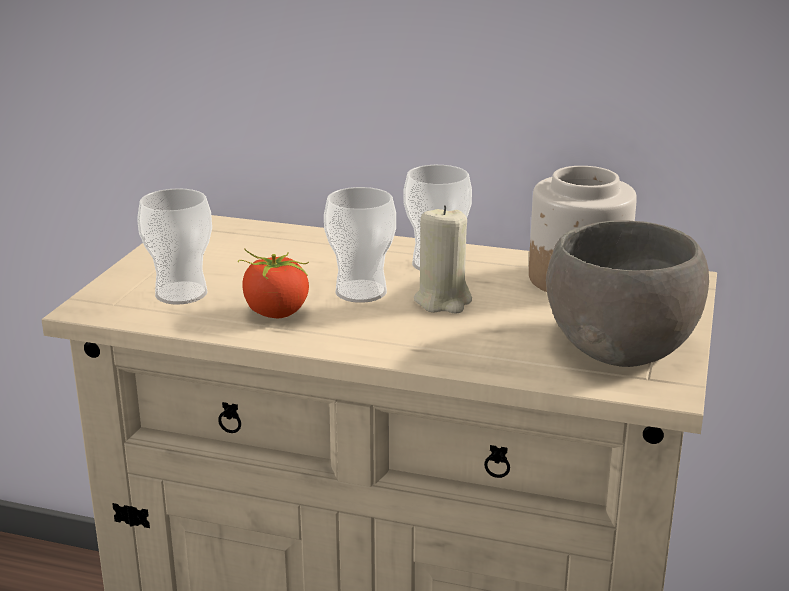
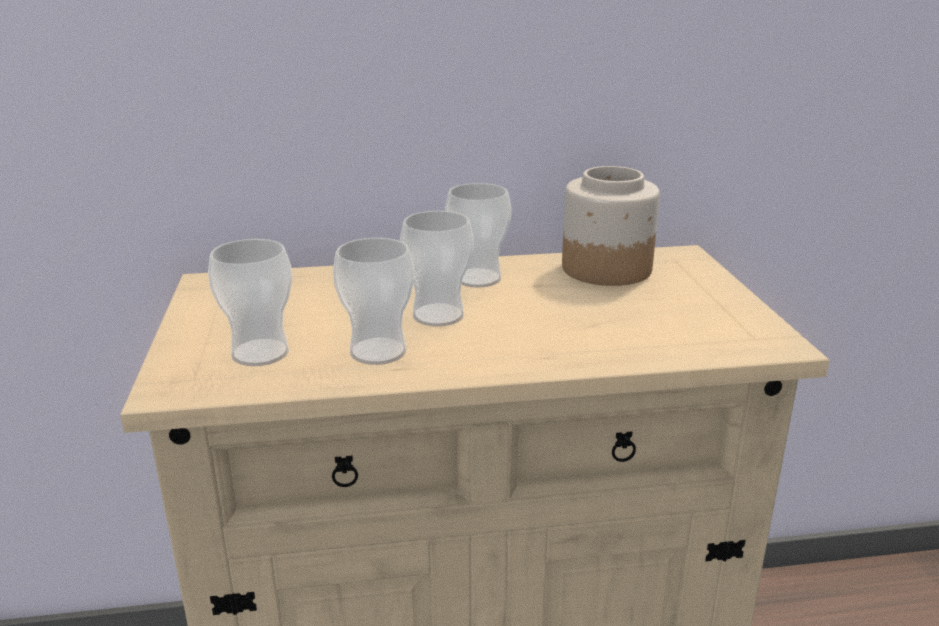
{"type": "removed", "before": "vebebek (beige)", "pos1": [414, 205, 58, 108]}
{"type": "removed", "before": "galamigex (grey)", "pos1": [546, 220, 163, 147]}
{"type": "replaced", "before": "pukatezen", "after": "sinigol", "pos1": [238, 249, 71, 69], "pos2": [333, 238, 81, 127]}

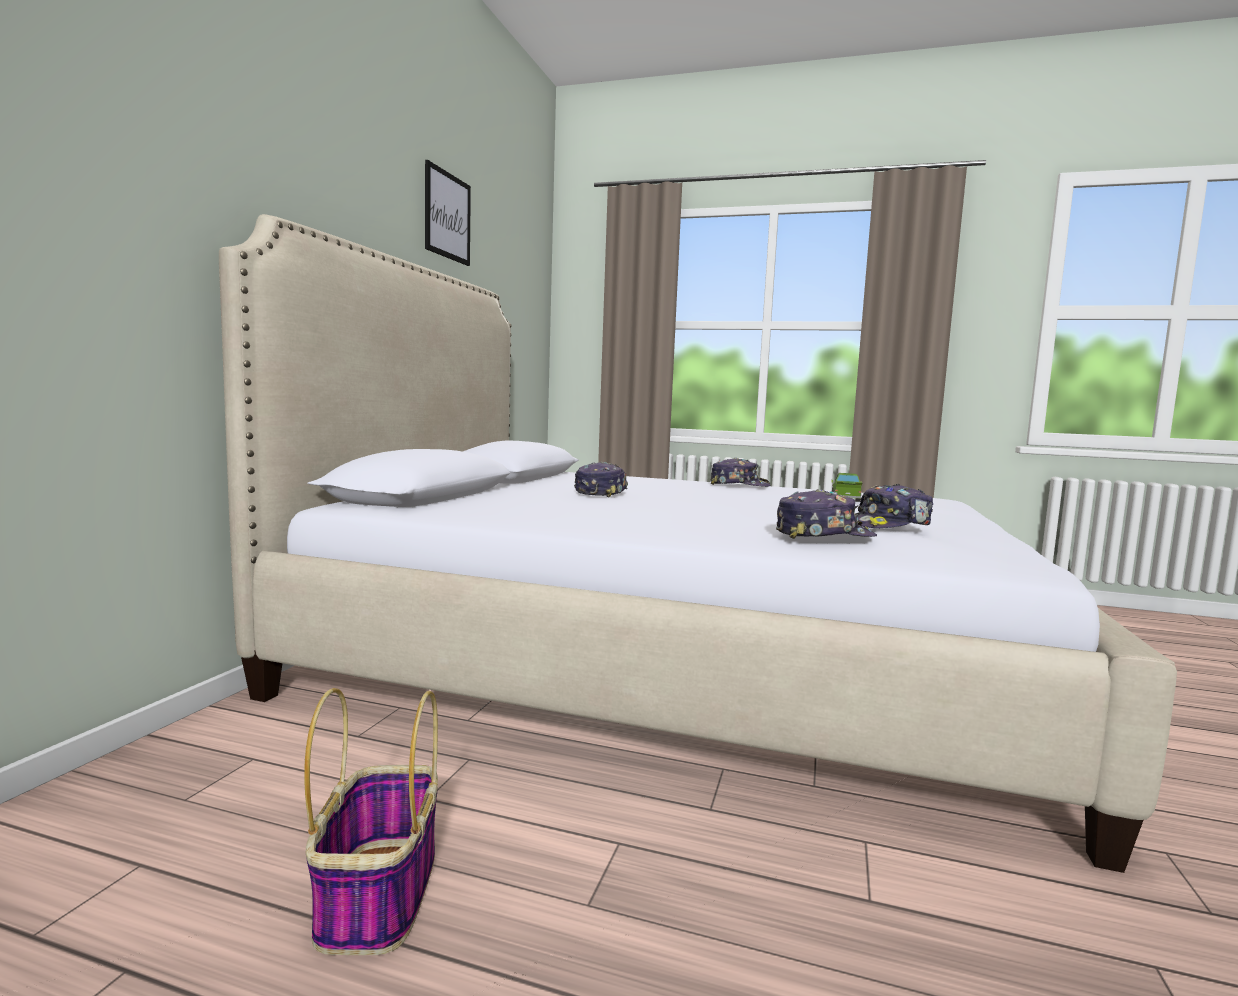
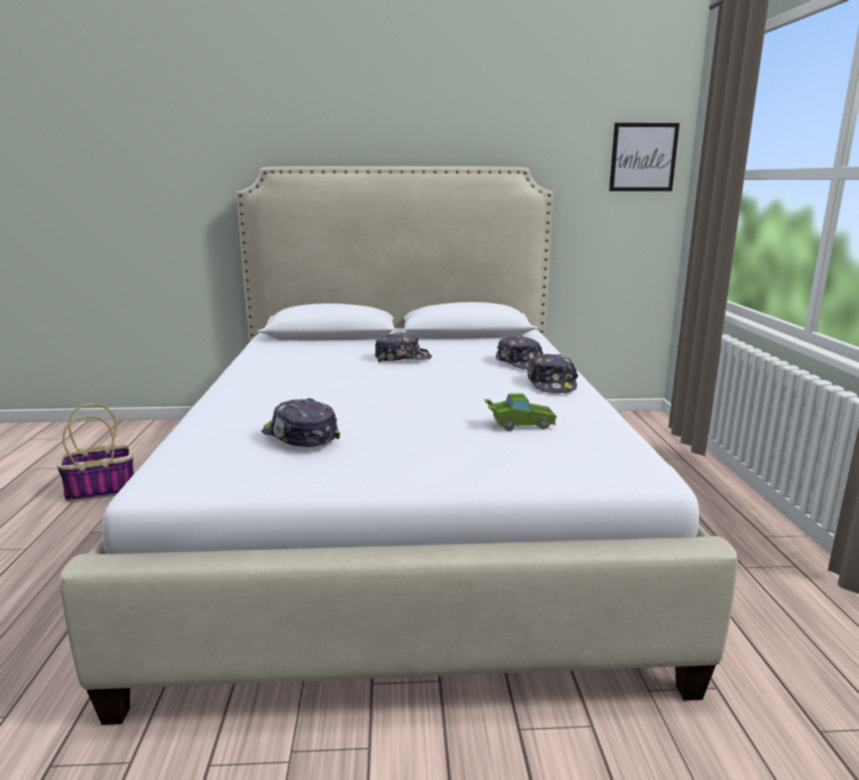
{"type": "moved", "before": "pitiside", "pos1": [425, 160, 46, 106], "pos2": [609, 123, 71, 68]}
{"type": "moved", "before": "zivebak", "pos1": [776, 489, 101, 50], "pos2": [496, 336, 47, 34]}

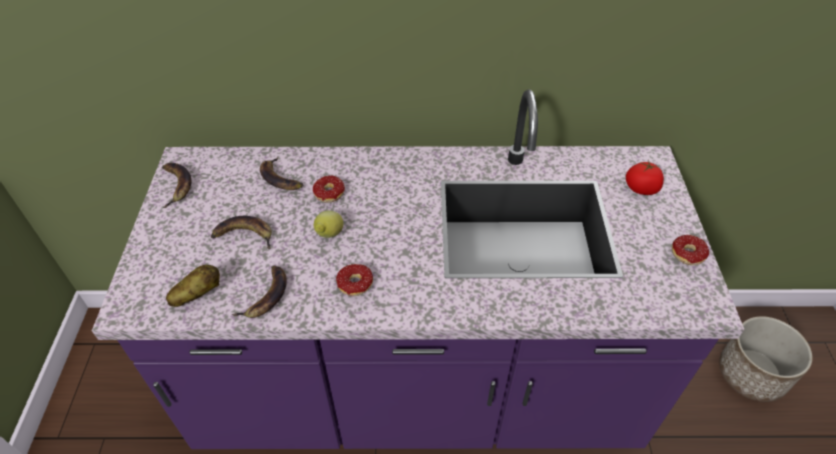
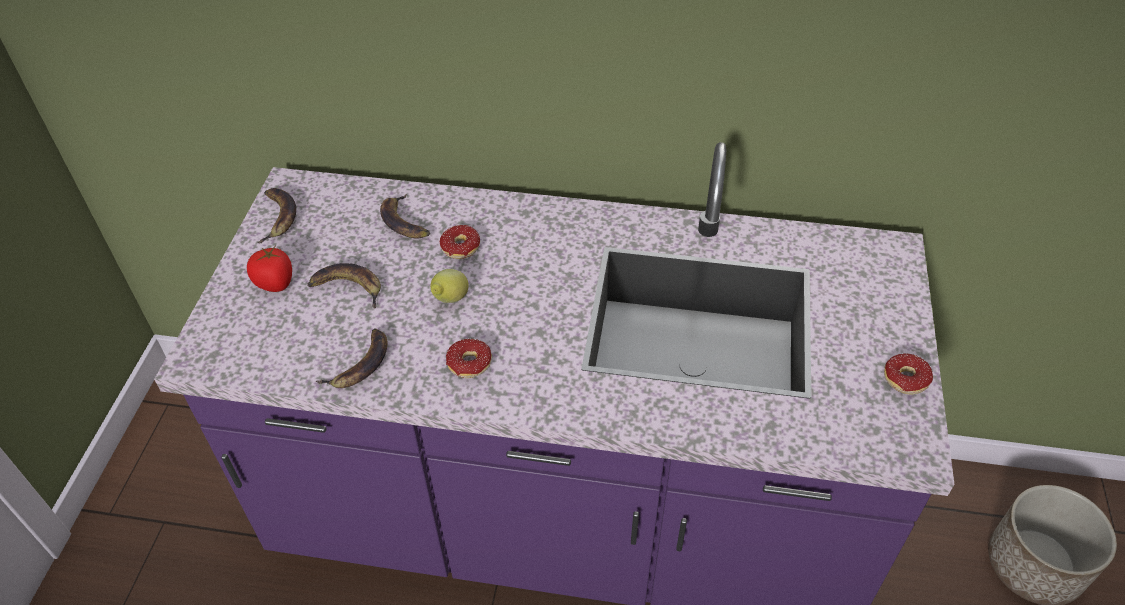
{"type": "moved", "before": "pukatezen", "pos1": [625, 159, 39, 36], "pos2": [247, 247, 45, 45]}
{"type": "removed", "before": "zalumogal", "pos1": [166, 265, 54, 42]}

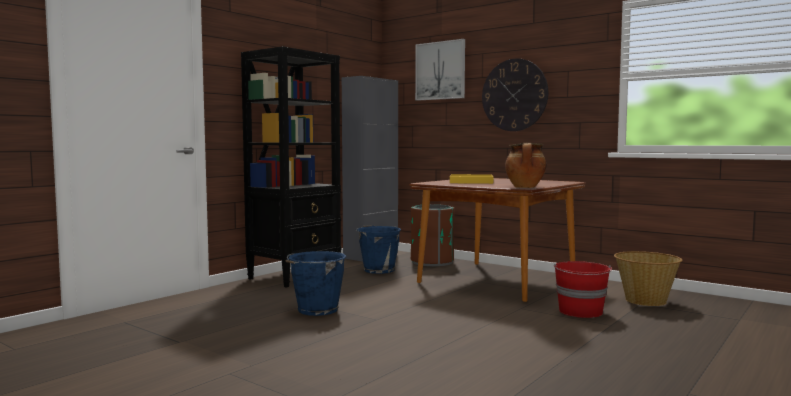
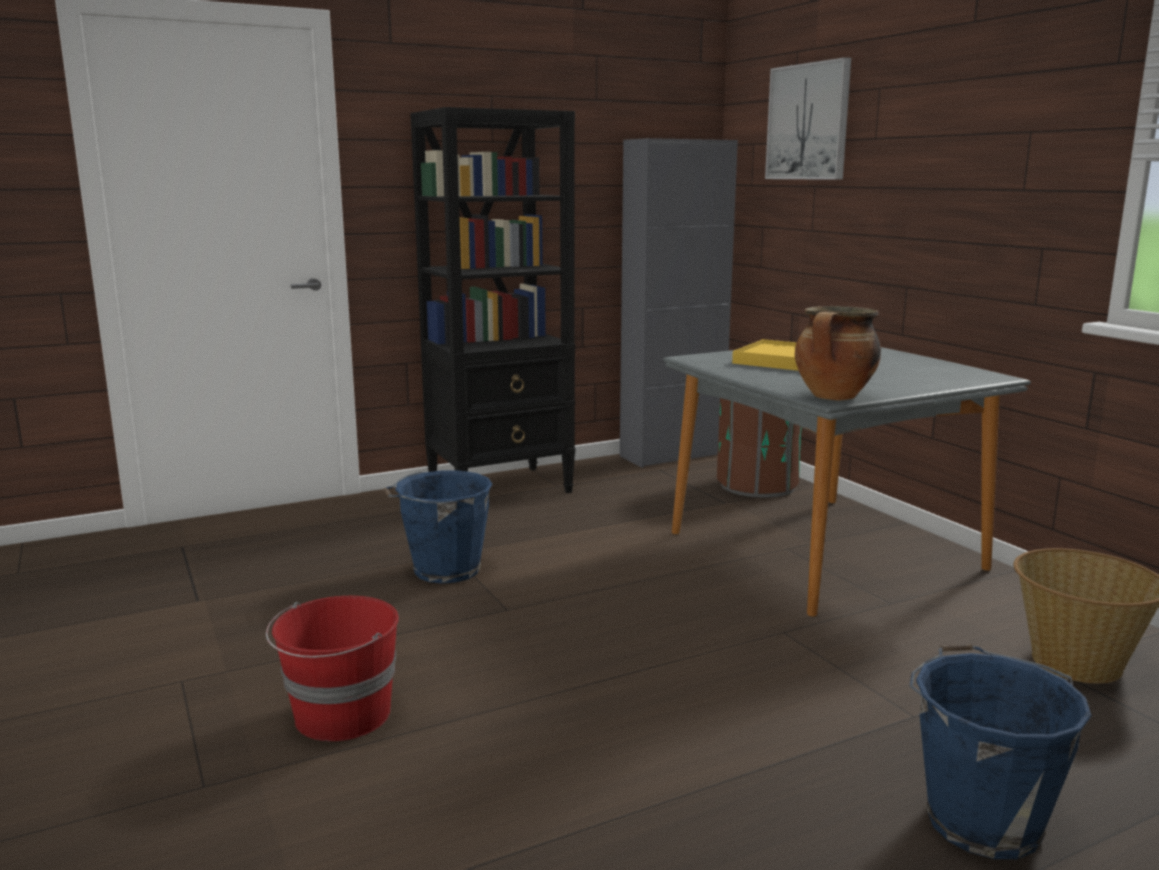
{"type": "removed", "before": "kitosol", "pos1": [482, 59, 66, 72]}
{"type": "recoloured", "before": "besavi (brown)", "after": "besavi (grey)", "pos1": [409, 178, 177, 124], "pos2": [663, 347, 368, 270]}
{"type": "moved", "before": "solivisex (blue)", "pos1": [356, 225, 45, 49], "pos2": [909, 644, 183, 215]}
{"type": "moved", "before": "solivisex (red)", "pos1": [554, 261, 58, 57], "pos2": [266, 596, 133, 145]}

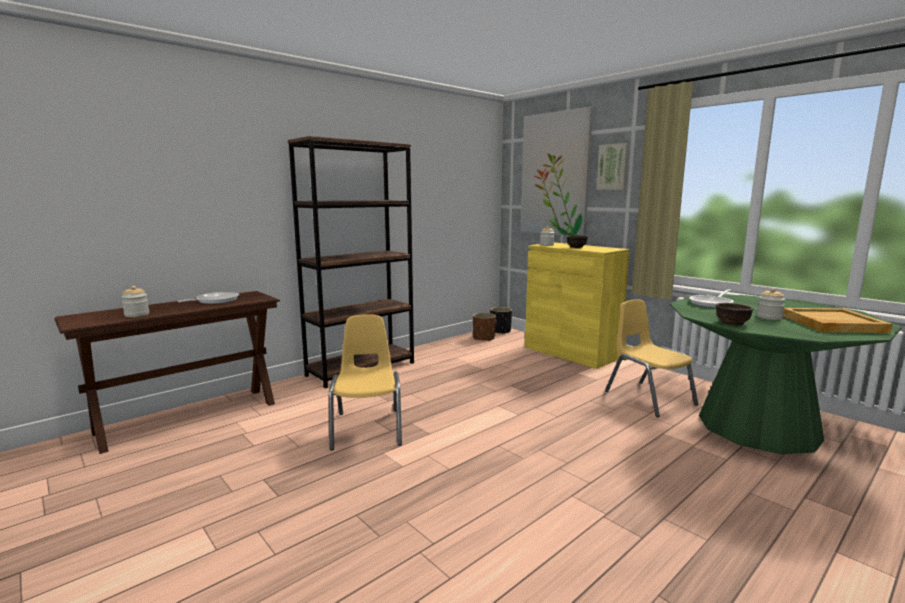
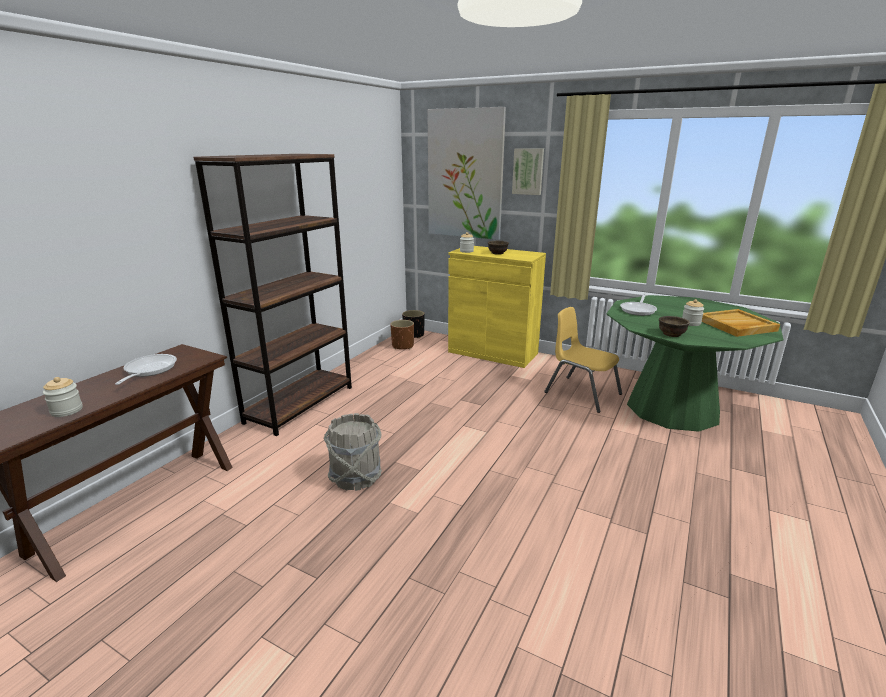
{"type": "replaced", "before": "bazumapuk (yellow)", "after": "solivisex (grey)", "pos1": [329, 314, 73, 136], "pos2": [323, 413, 59, 78]}

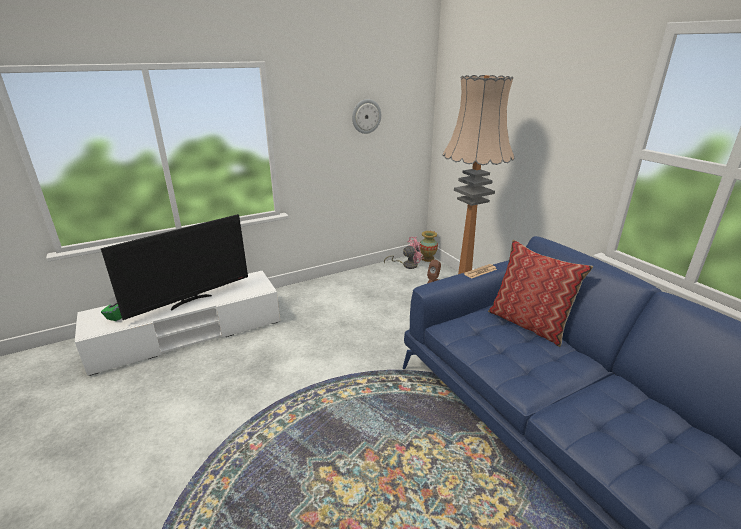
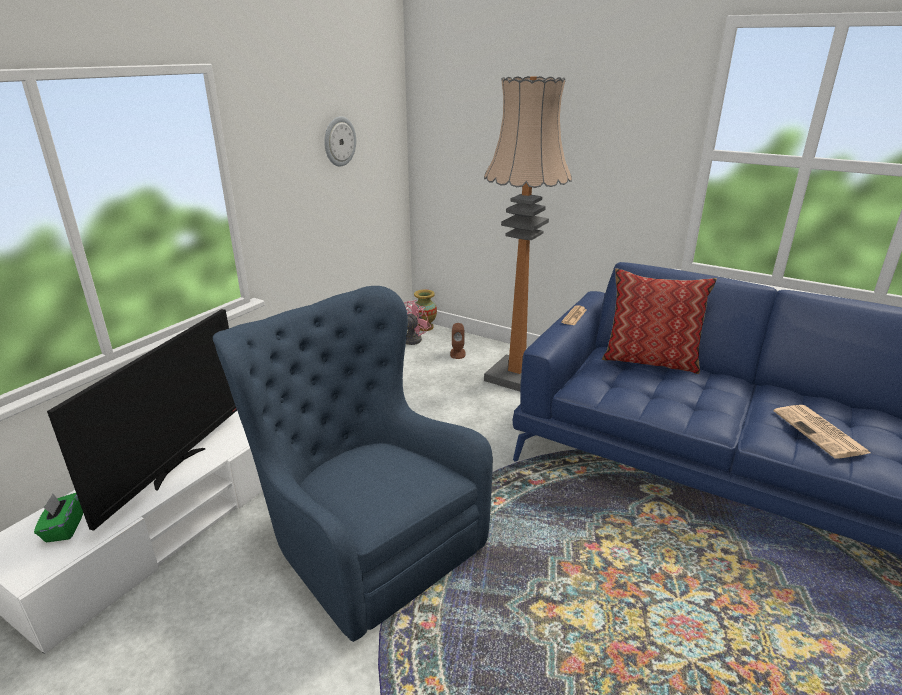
{"type": "added", "after": "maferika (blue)", "pos2": [213, 286, 280, 356]}
{"type": "added", "after": "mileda", "pos2": [773, 405, 97, 54]}

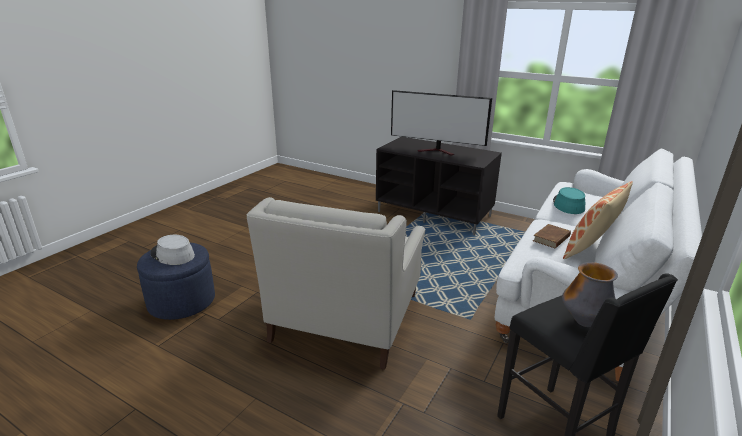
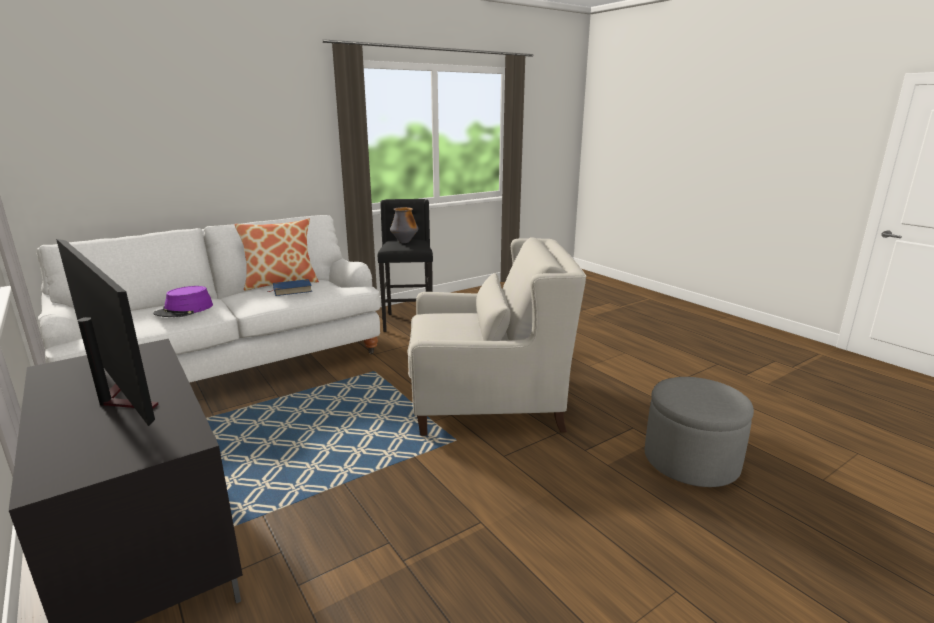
{"type": "recoloured", "before": "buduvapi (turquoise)", "after": "buduvapi (purple)", "pos1": [553, 187, 32, 27], "pos2": [153, 286, 60, 31]}
{"type": "turned", "before": "maferika (white)", "pos1": [247, 197, 179, 173], "pos2": [407, 238, 179, 198], "turn": 45}
{"type": "recoloured", "before": "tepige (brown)", "after": "tepige (blue)", "pos1": [533, 224, 38, 24], "pos2": [268, 279, 44, 17]}
{"type": "removed", "before": "buduvapi (grey)", "pos1": [150, 235, 45, 30]}
{"type": "recoloured", "before": "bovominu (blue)", "after": "bovominu (grey)", "pos1": [137, 243, 78, 77], "pos2": [645, 377, 109, 110]}

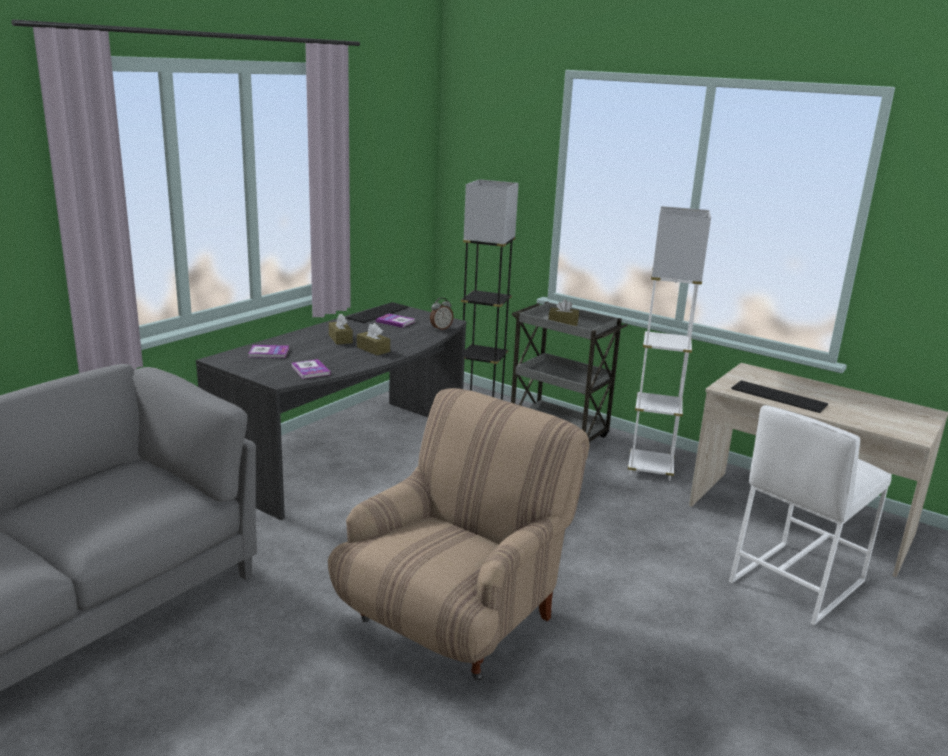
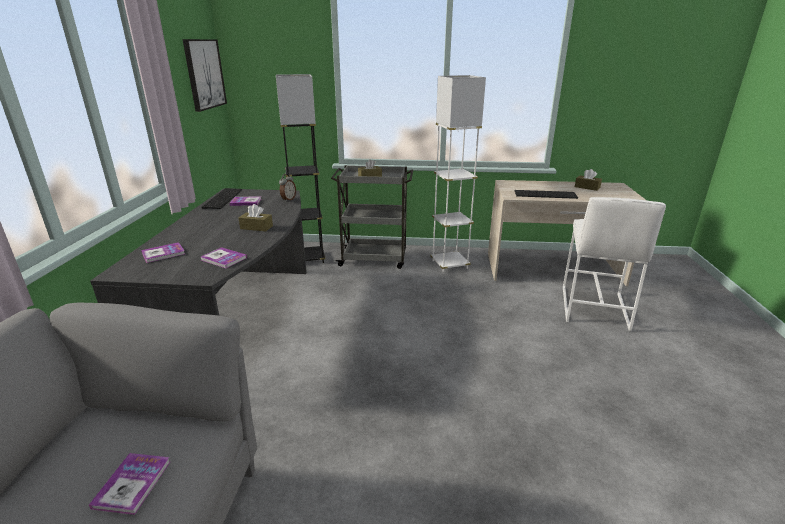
{"type": "moved", "before": "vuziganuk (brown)", "pos1": [329, 313, 24, 32], "pos2": [575, 169, 27, 22]}
{"type": "removed", "before": "maferika (beige)", "pos1": [328, 388, 262, 293]}
{"type": "added", "after": "pitiside", "pos2": [183, 39, 44, 73]}
{"type": "added", "after": "tepige", "pos2": [89, 453, 82, 62]}

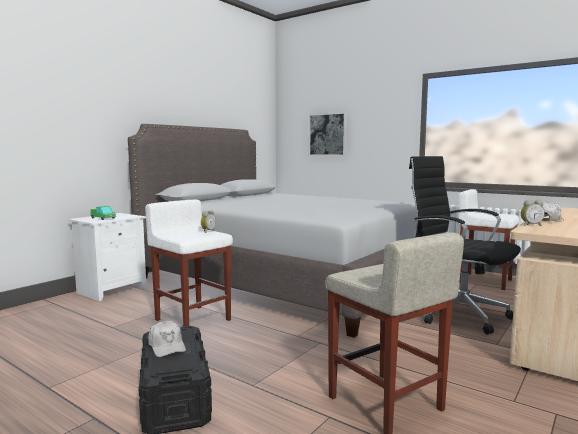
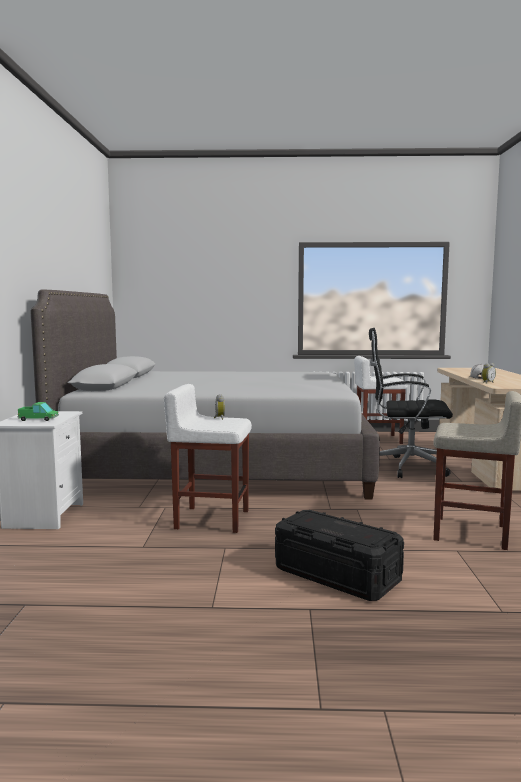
{"type": "removed", "before": "pitiside", "pos1": [309, 112, 38, 44]}
{"type": "removed", "before": "zivebak (white)", "pos1": [148, 321, 38, 36]}

